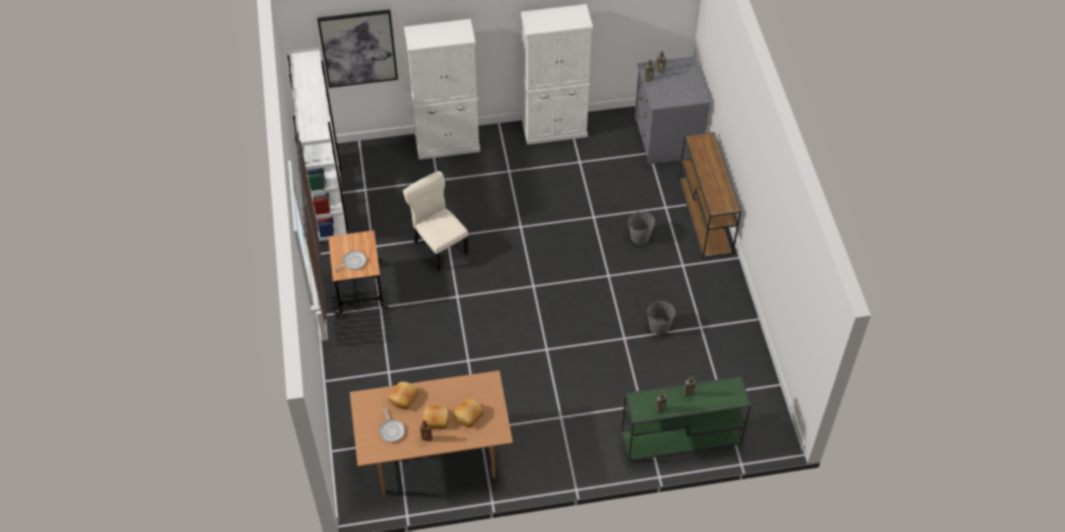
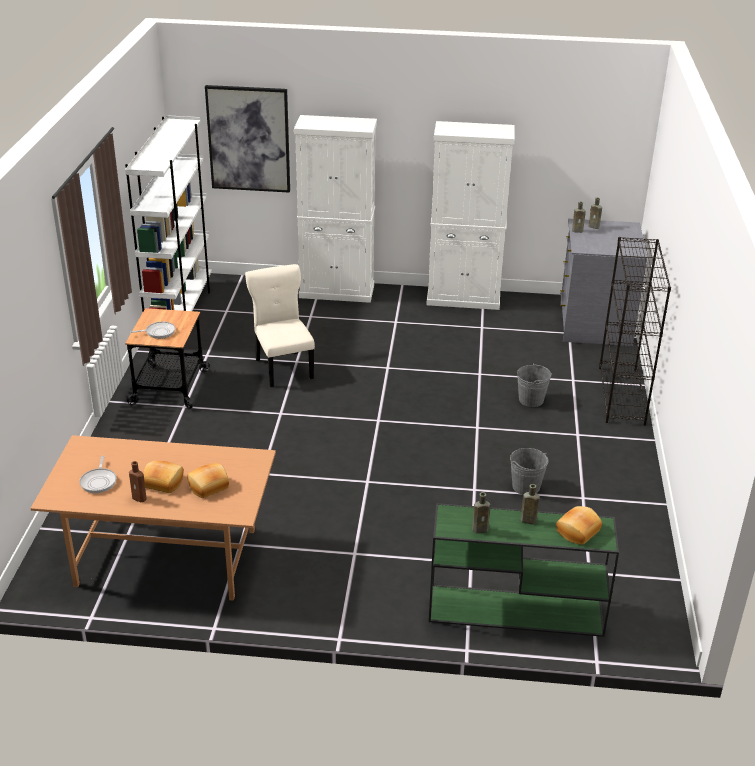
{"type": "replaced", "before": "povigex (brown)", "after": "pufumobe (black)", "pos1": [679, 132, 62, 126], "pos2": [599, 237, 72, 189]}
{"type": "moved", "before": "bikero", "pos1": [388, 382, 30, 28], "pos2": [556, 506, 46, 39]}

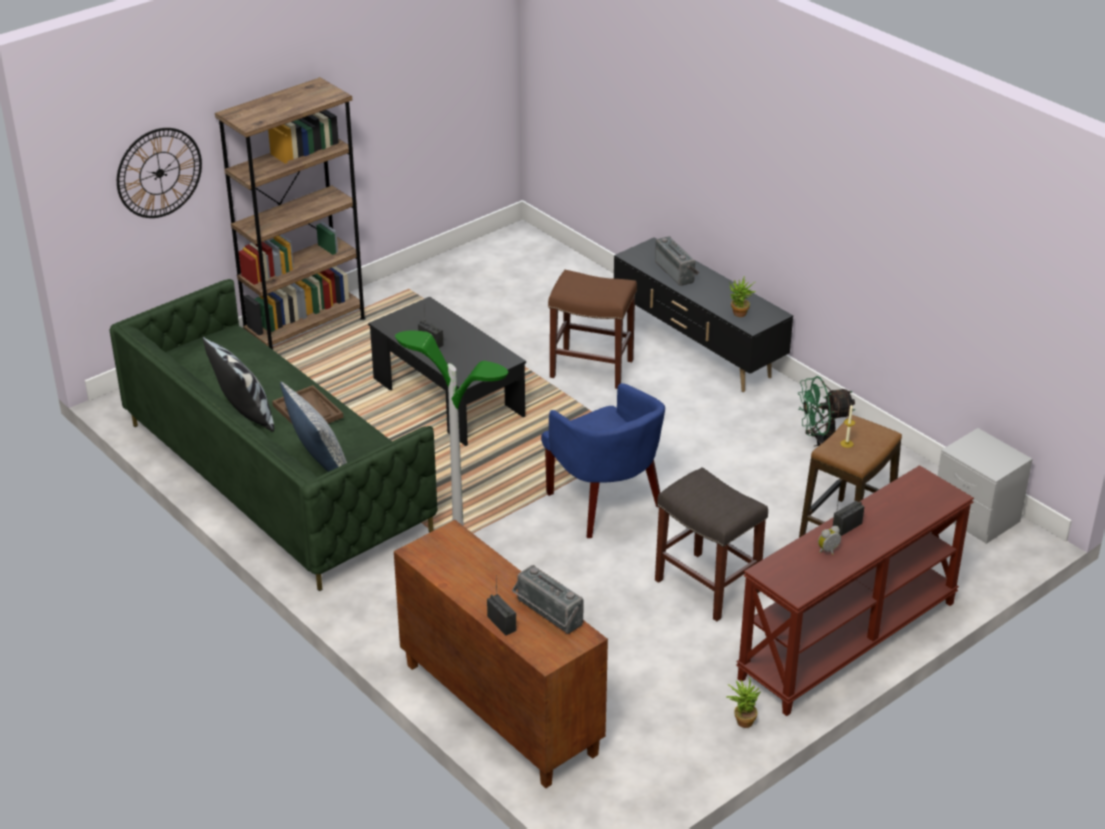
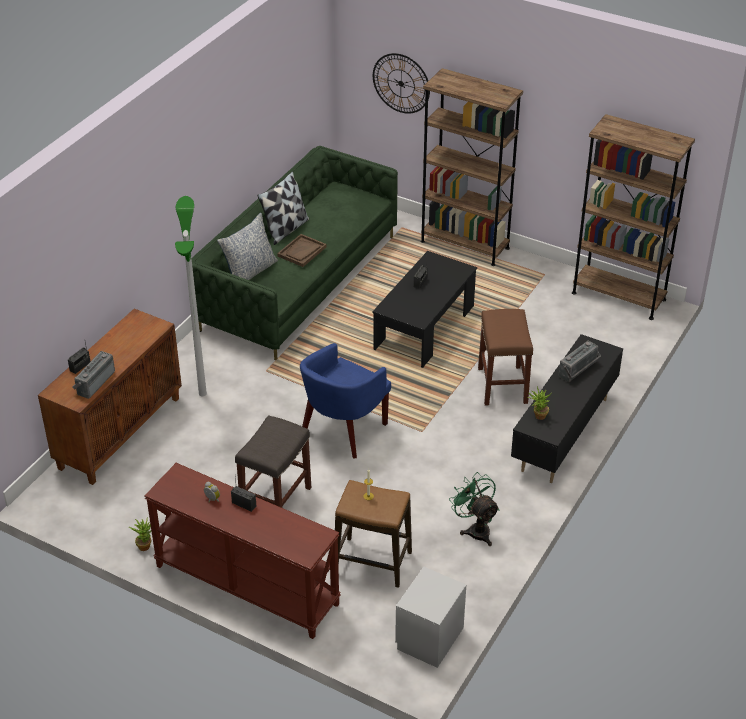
{"type": "added", "after": "pufumobe (brown)", "pos2": [572, 114, 123, 206]}

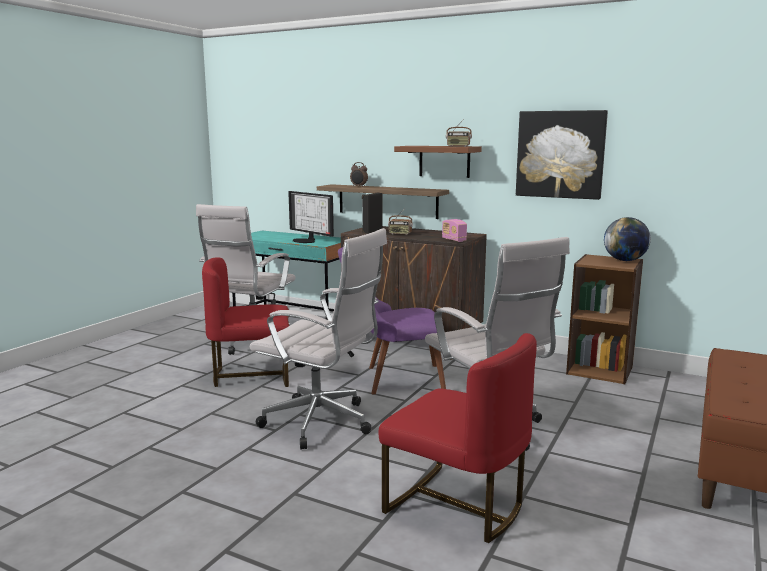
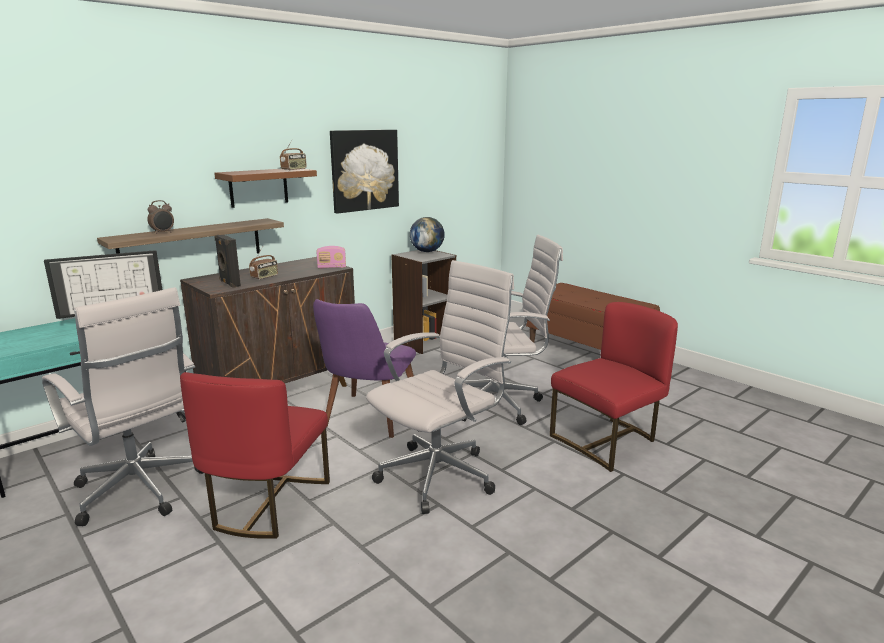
{"type": "recoloured", "before": "pufumobe (brown)", "after": "pufumobe (grey)", "pos1": [566, 254, 77, 130], "pos2": [391, 250, 65, 104]}

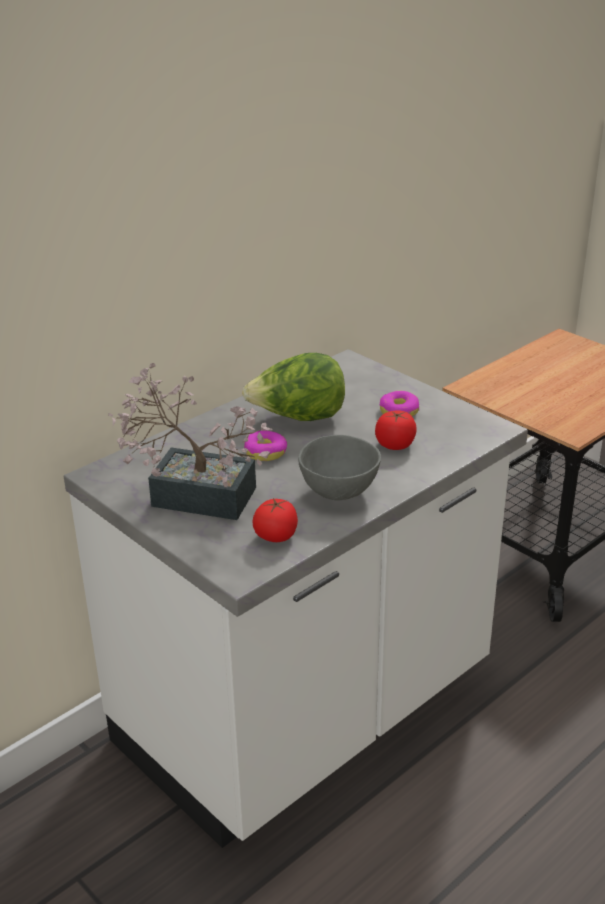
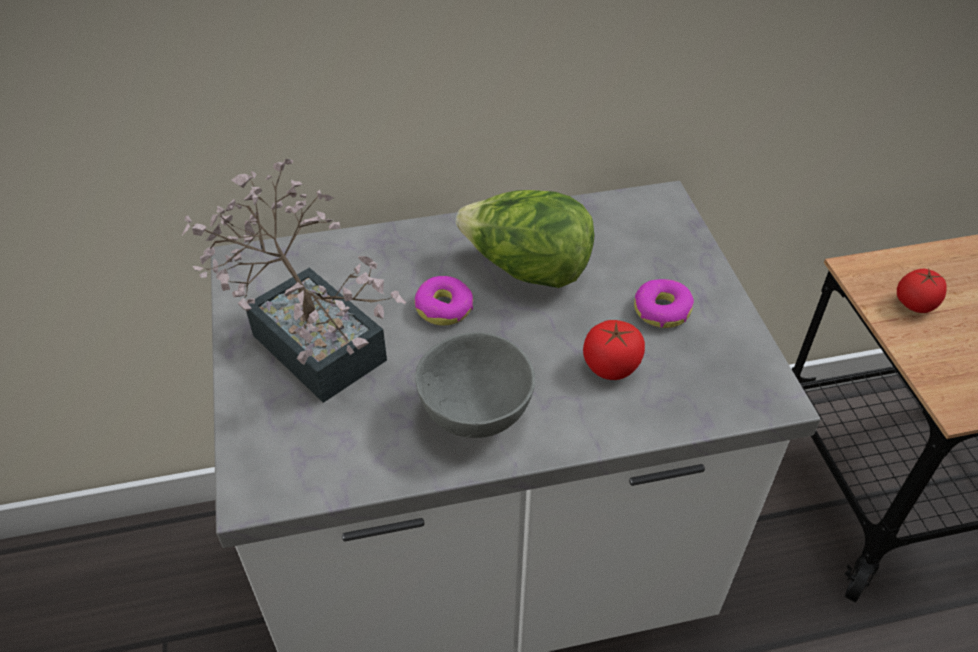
{"type": "moved", "before": "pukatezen", "pos1": [253, 498, 45, 44], "pos2": [897, 269, 50, 44]}

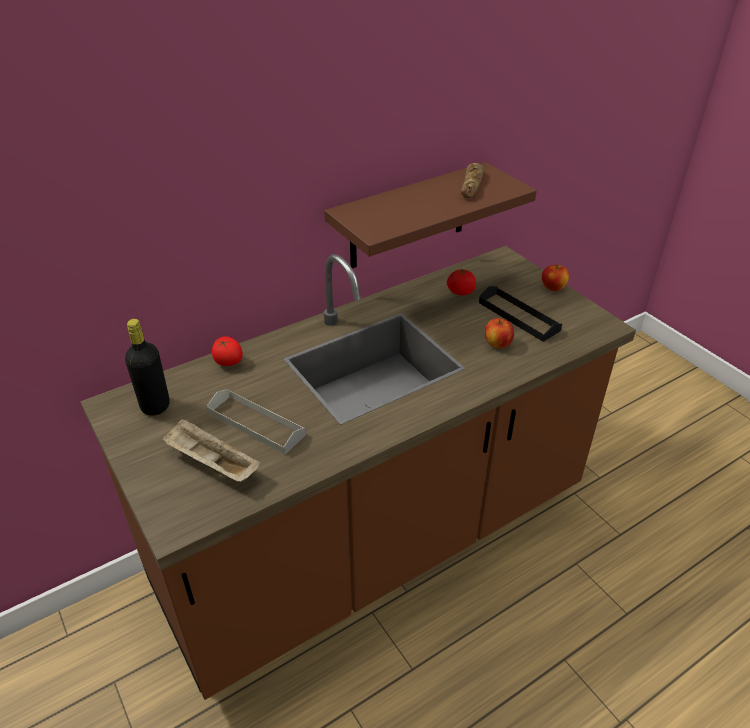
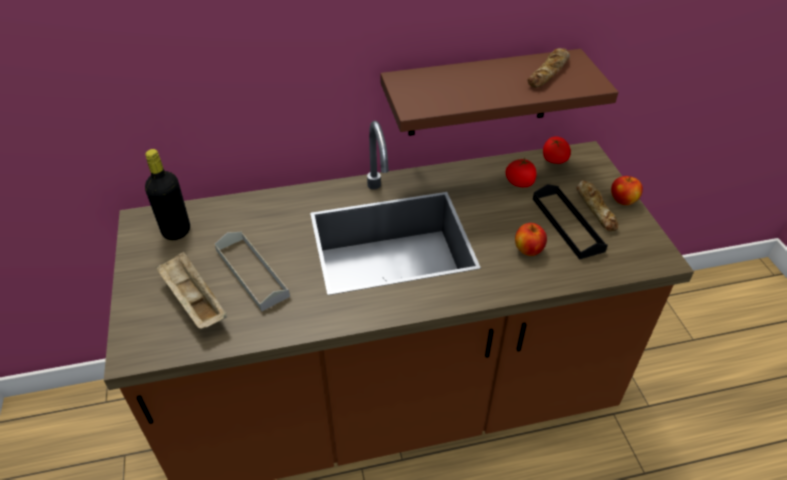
{"type": "moved", "before": "pukatezen", "pos1": [212, 337, 31, 29], "pos2": [543, 136, 28, 28]}
{"type": "added", "after": "bikero", "pos2": [576, 180, 42, 51]}

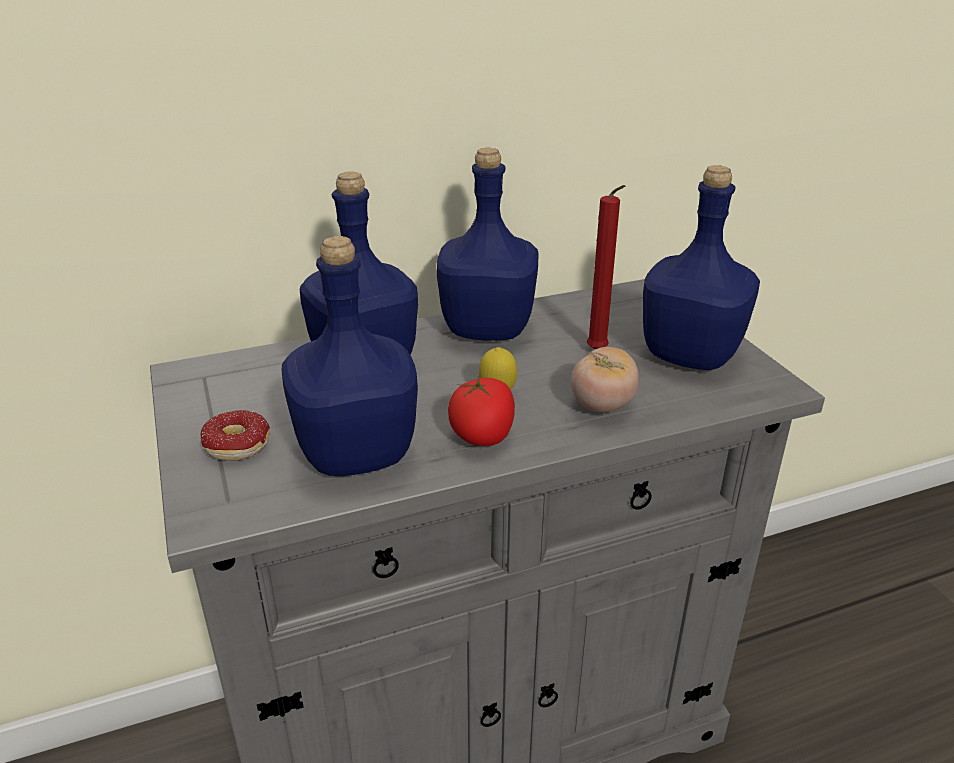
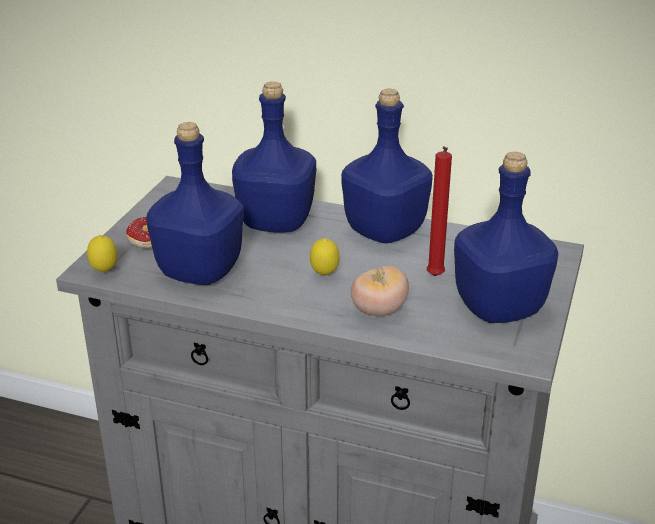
{"type": "removed", "before": "pukatezen", "pos1": [448, 376, 67, 70]}
{"type": "added", "after": "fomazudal", "pos2": [87, 235, 31, 38]}

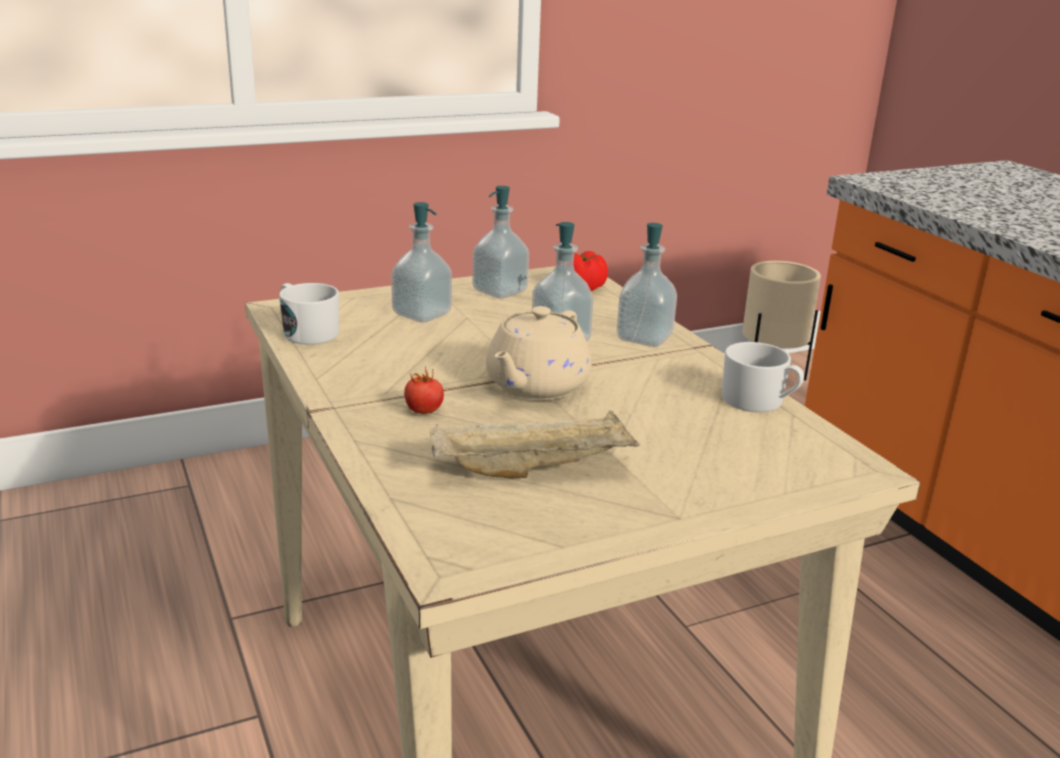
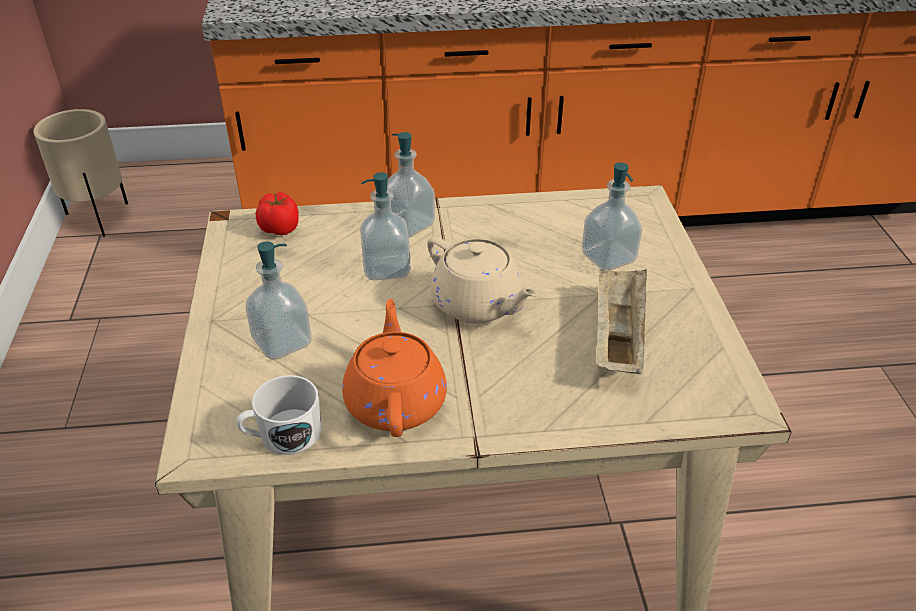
{"type": "moved", "before": "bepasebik", "pos1": [472, 186, 57, 112], "pos2": [582, 163, 60, 107]}
{"type": "removed", "before": "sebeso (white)", "pos1": [722, 342, 82, 70]}
{"type": "removed", "before": "pukatezen", "pos1": [404, 366, 40, 48]}
{"type": "added", "after": "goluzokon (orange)", "pos2": [342, 299, 105, 138]}

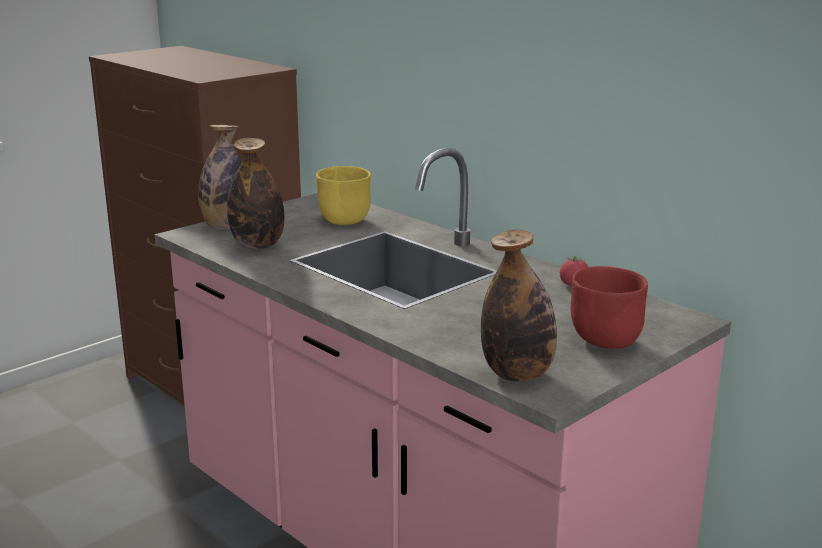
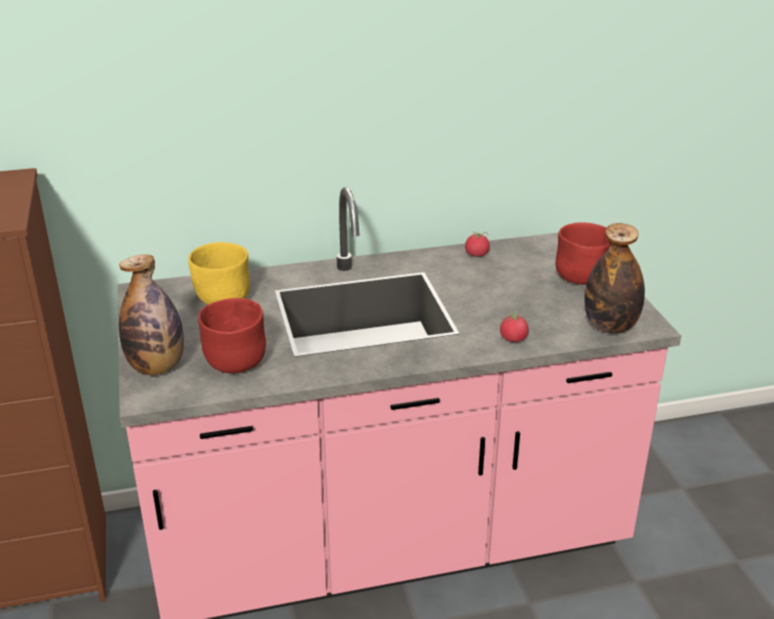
{"type": "replaced", "before": "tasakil", "after": "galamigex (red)", "pos1": [227, 138, 57, 111], "pos2": [198, 298, 68, 75]}
{"type": "added", "after": "pukatezen", "pos2": [500, 311, 29, 31]}

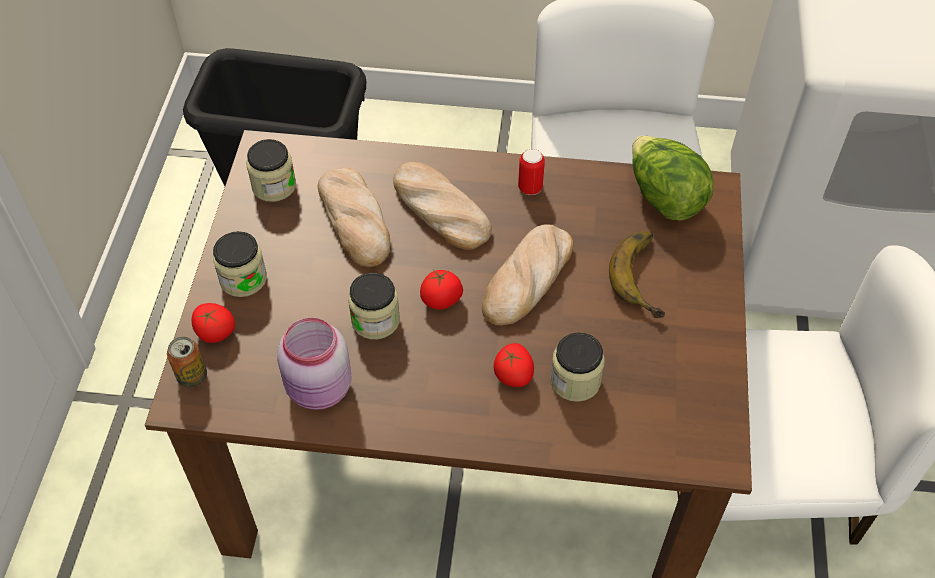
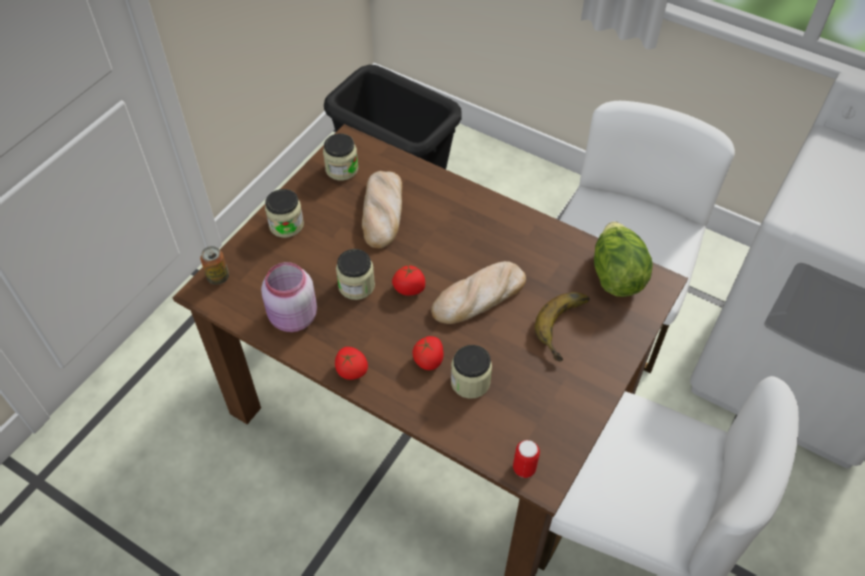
{"type": "moved", "before": "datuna", "pos1": [518, 149, 27, 46], "pos2": [513, 440, 27, 38]}
{"type": "removed", "before": "bikero", "pos1": [393, 162, 99, 88]}
{"type": "moved", "before": "pukatezen", "pos1": [191, 303, 44, 40], "pos2": [335, 347, 33, 33]}

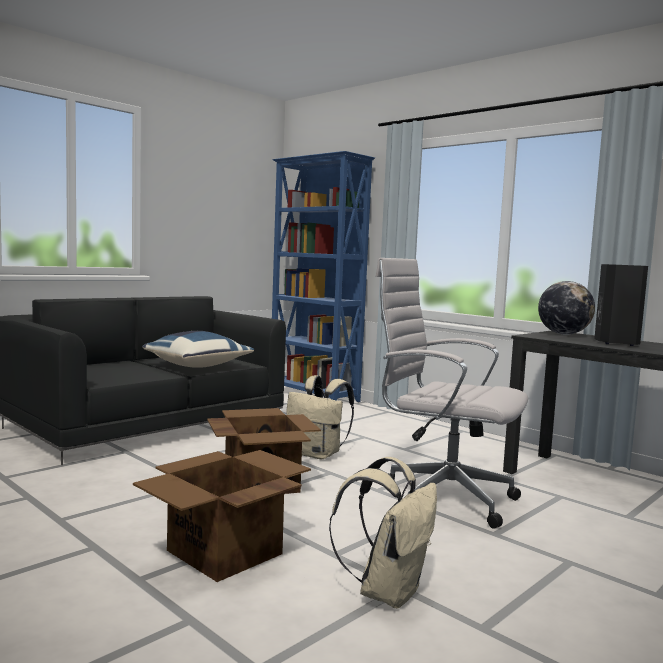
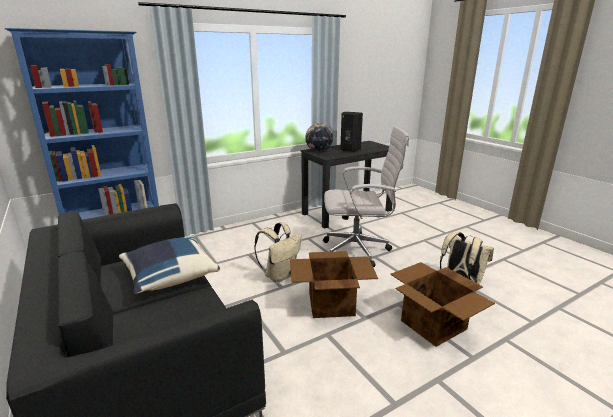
{"type": "turned", "before": "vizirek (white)", "pos1": [376, 258, 152, 271], "pos2": [323, 126, 86, 141], "turn": -135}

